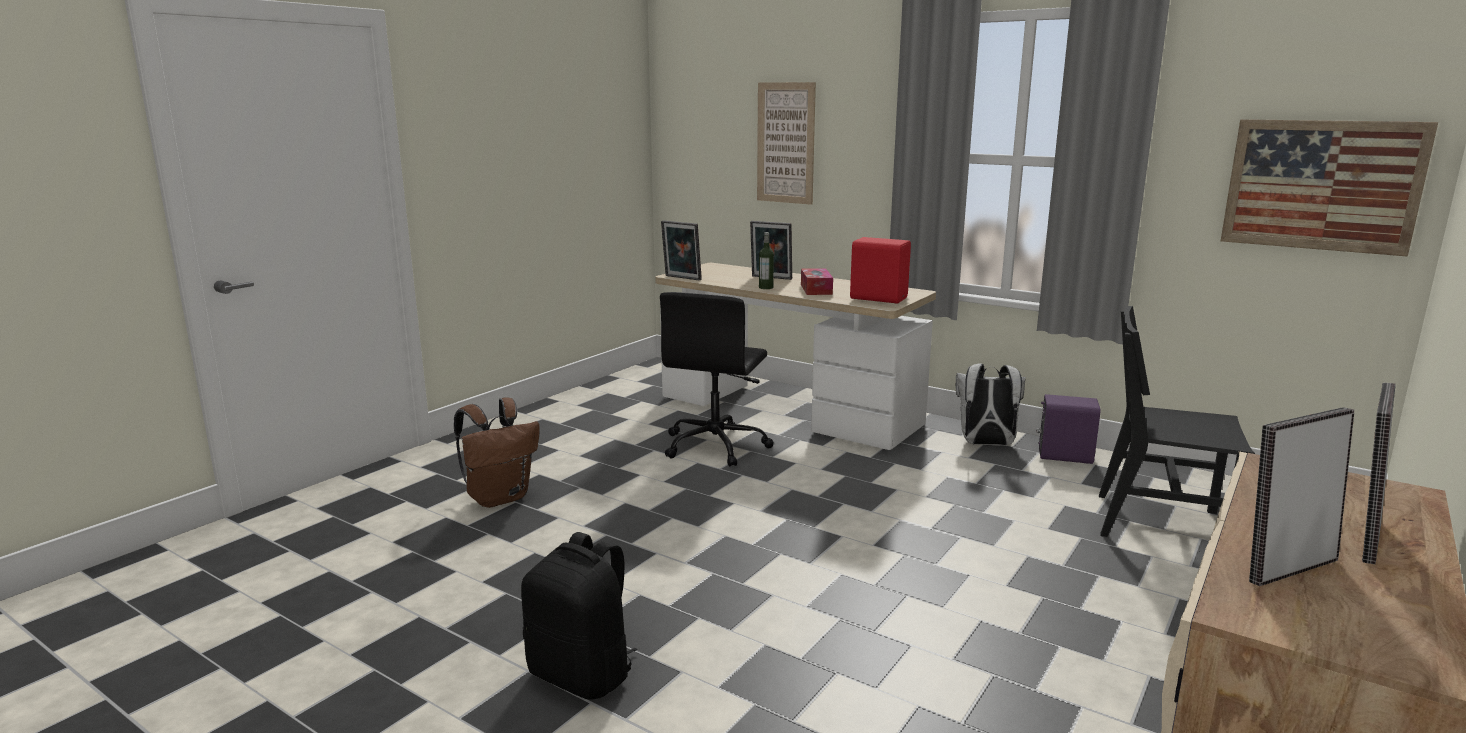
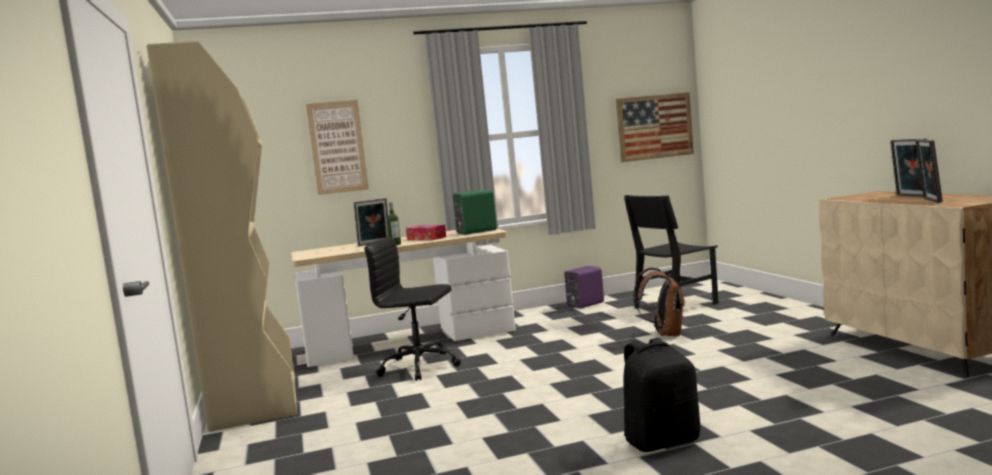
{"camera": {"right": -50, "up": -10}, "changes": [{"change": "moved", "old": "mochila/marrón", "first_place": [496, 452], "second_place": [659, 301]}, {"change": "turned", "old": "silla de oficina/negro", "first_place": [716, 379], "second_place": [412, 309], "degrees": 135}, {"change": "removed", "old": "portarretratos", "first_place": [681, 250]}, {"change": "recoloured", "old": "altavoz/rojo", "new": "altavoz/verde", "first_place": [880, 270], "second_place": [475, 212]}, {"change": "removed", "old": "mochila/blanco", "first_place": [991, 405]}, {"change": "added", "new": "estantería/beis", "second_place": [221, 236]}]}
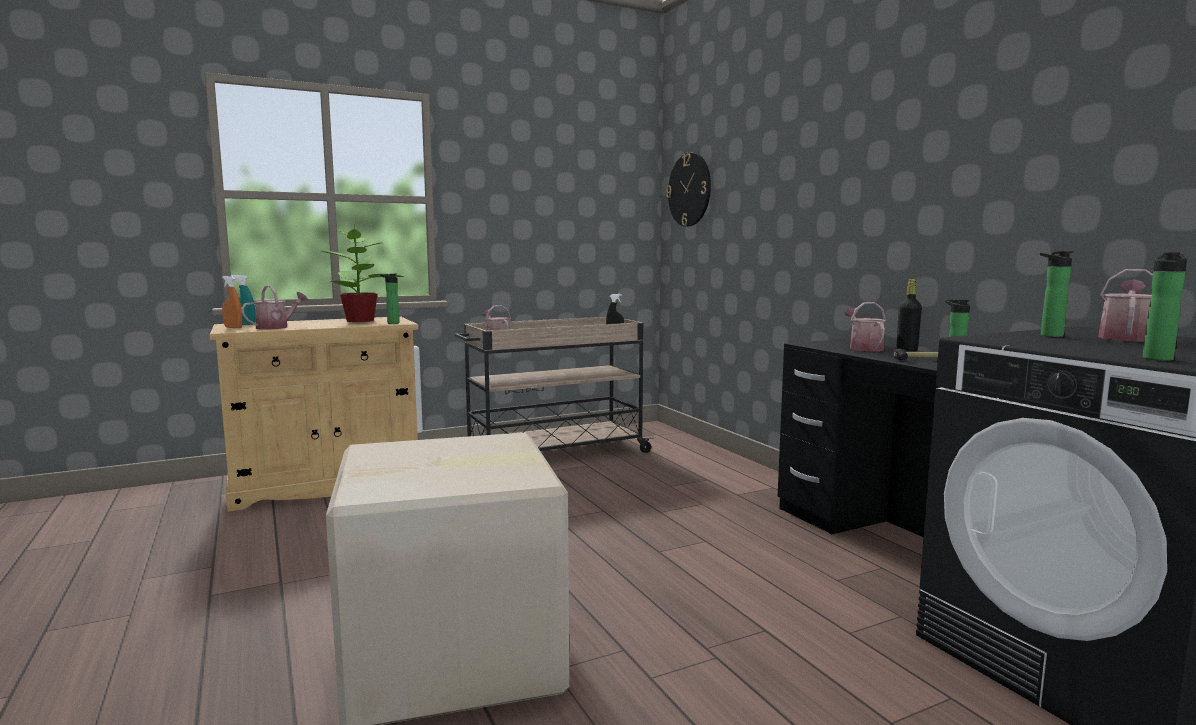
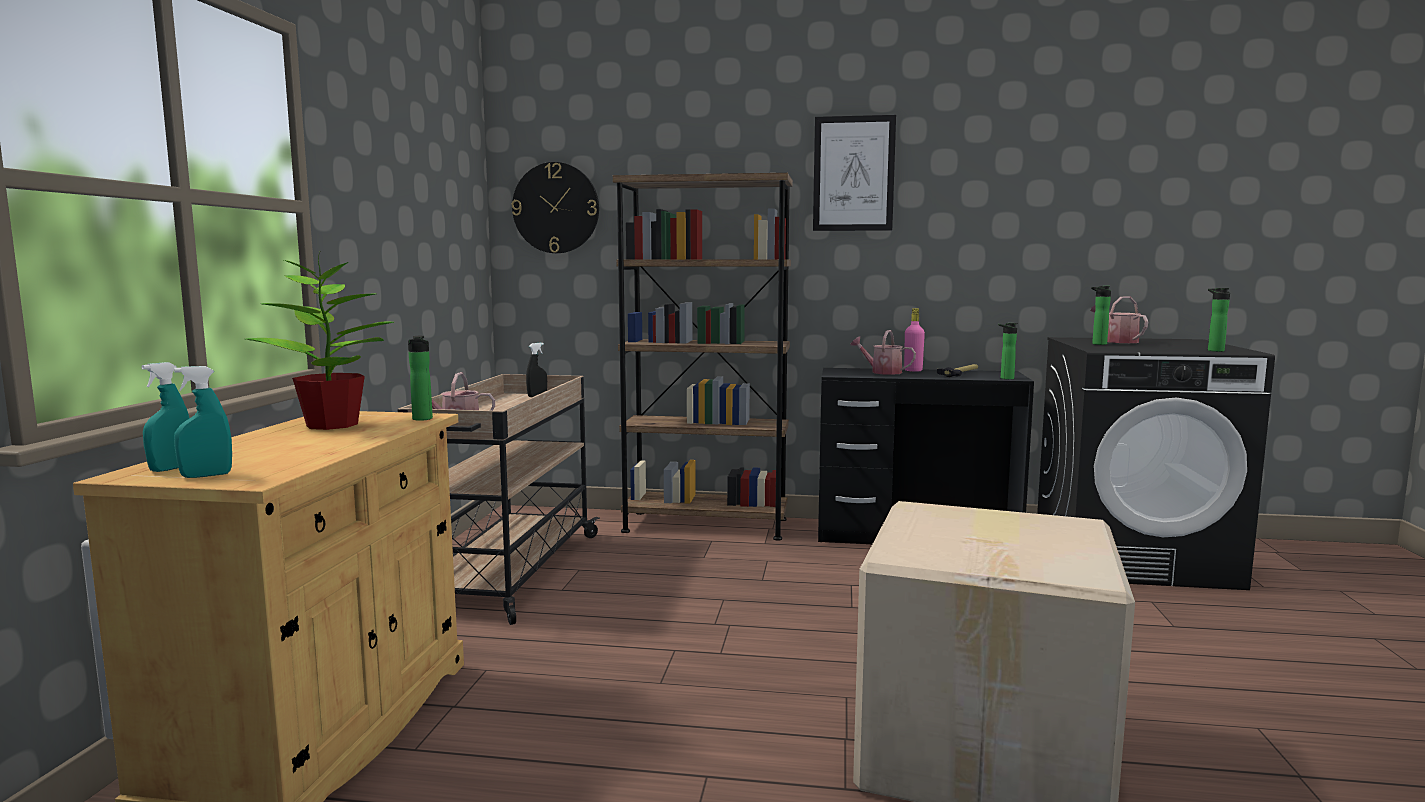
{"camera": {"right": -55, "up": 0}, "changes": [{"change": "recoloured", "old": "pulverizador/naranja", "new": "pulverizador/turquesa", "first_place": [232, 302], "second_place": [203, 422]}, {"change": "removed", "old": "regadera", "first_place": [274, 308]}, {"change": "recoloured", "old": "botella/negro", "new": "botella/rosa", "first_place": [909, 315], "second_place": [914, 340]}, {"change": "added", "new": "estantería/marrón", "second_place": [703, 356]}, {"change": "added", "new": "cuadro", "second_place": [854, 173]}]}
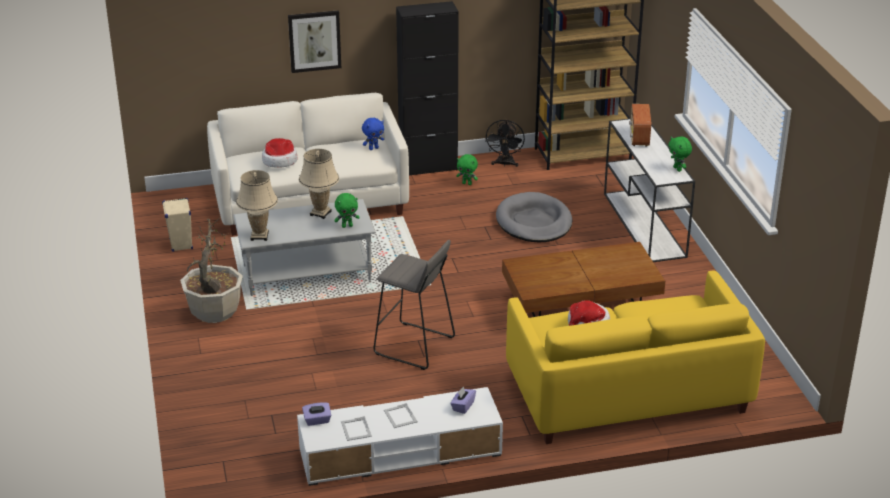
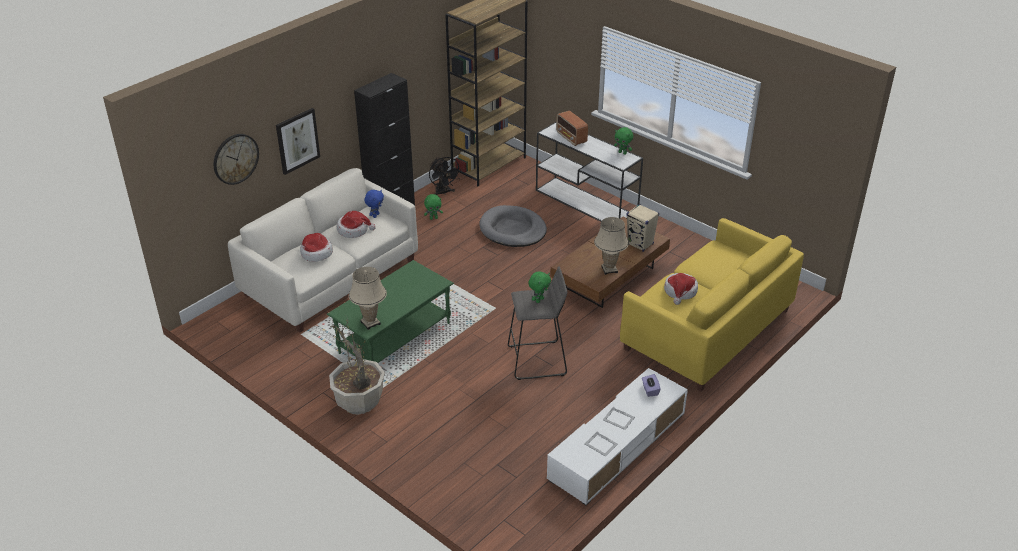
{"camera": {"right": -35, "up": 5}, "changes": [{"change": "moved", "old": "altavoz/beis", "first_place": [177, 225], "second_place": [643, 228]}, {"change": "recoloured", "old": "mesa de centro/gris", "new": "mesa de centro/verde", "first_place": [304, 247], "second_place": [390, 311]}, {"change": "moved", "old": "lámpara de mesa/beis", "first_place": [319, 184], "second_place": [611, 246]}, {"change": "removed", "old": "caja de pañuelos/morado", "first_place": [316, 414]}, {"change": "moved", "old": "peluche/verde", "first_place": [347, 210], "second_place": [539, 287]}, {"change": "added", "new": "reloj de pared", "second_place": [236, 159]}, {"change": "added", "new": "sombrero", "second_place": [356, 224]}]}
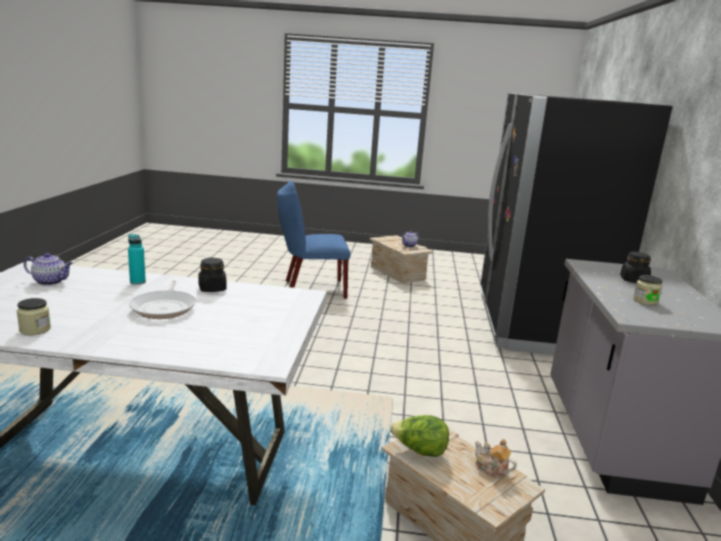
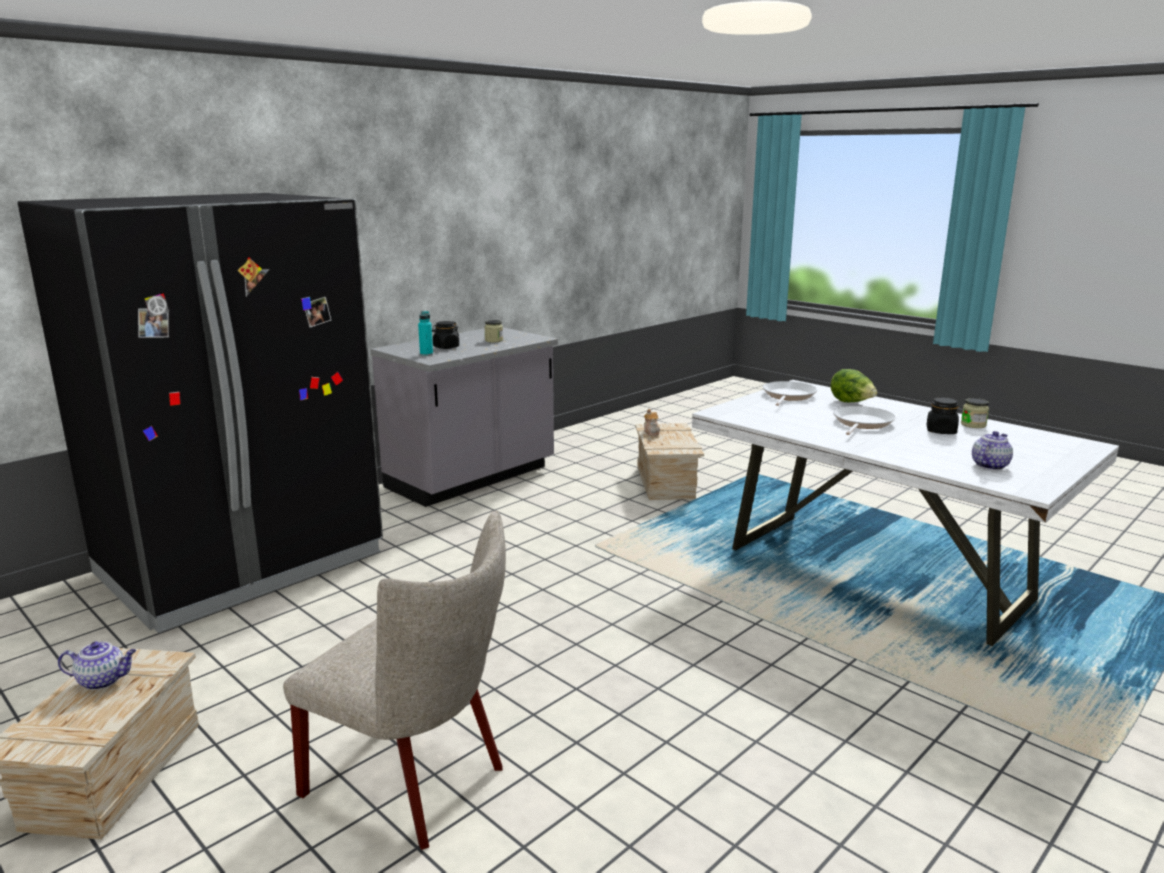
{"camera": {"right": -140, "up": 0}, "changes": [{"change": "turned", "old": "tetera", "first_place": [48, 269], "second_place": [992, 450], "degrees": 90}, {"change": "moved", "old": "botella/turquesa", "first_place": [137, 259], "second_place": [425, 333]}, {"change": "moved", "old": "tarro/negro", "first_place": [212, 275], "second_place": [943, 415]}, {"change": "recoloured", "old": "silla/azul", "new": "silla/beis", "first_place": [313, 240], "second_place": [394, 680]}, {"change": "moved", "old": "lechuga", "first_place": [419, 436], "second_place": [854, 385]}, {"change": "added", "new": "sartén", "second_place": [790, 393]}]}
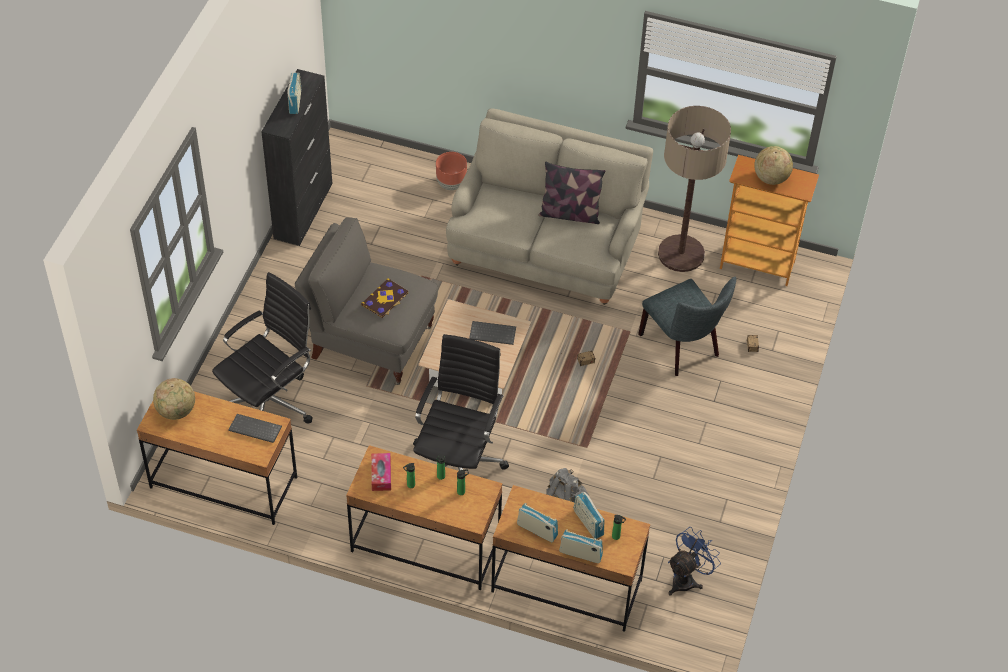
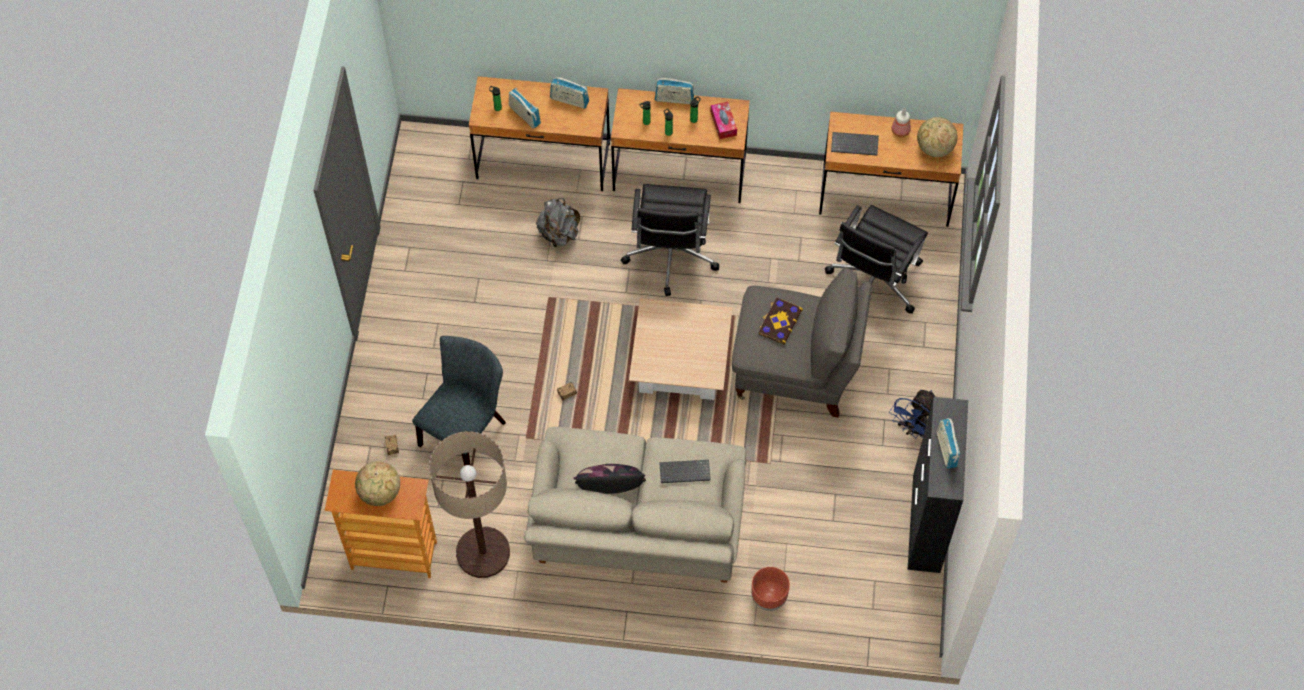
{"camera": {"right": 170, "up": 10}, "changes": [{"change": "moved", "old": "teclado", "first_place": [492, 333], "second_place": [685, 471]}, {"change": "moved", "old": "radio", "first_place": [581, 546], "second_place": [674, 91]}, {"change": "turned", "old": "silla/gris", "first_place": [687, 326], "second_place": [459, 401], "degrees": 75}, {"change": "moved", "old": "ventilador/azul", "first_place": [694, 561], "second_place": [912, 414]}, {"change": "added", "new": "botella", "second_place": [901, 122]}]}
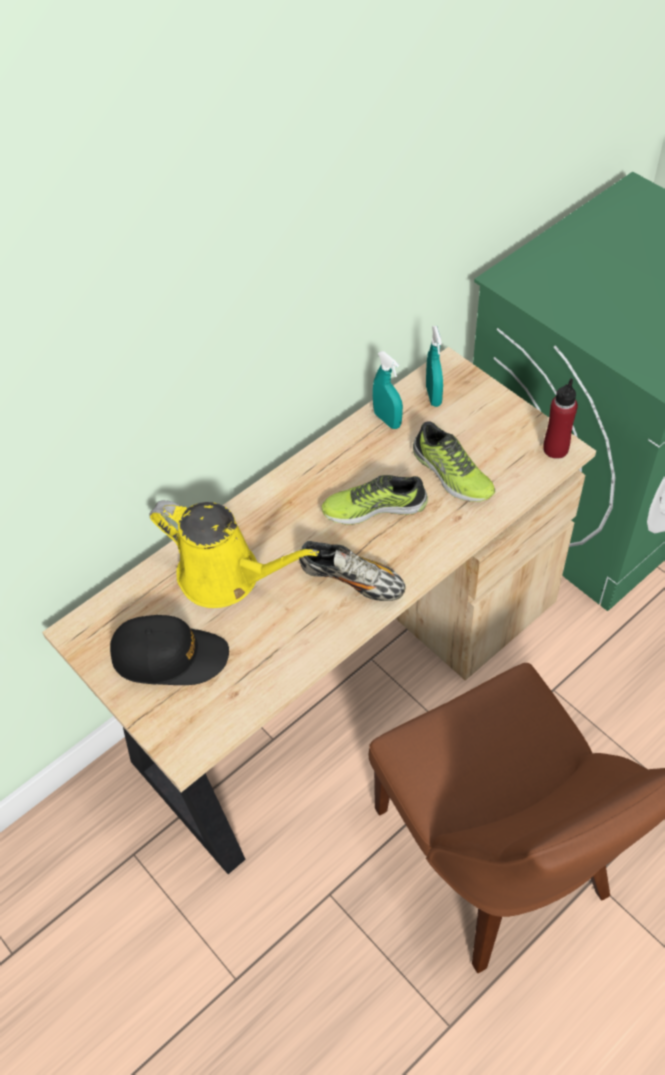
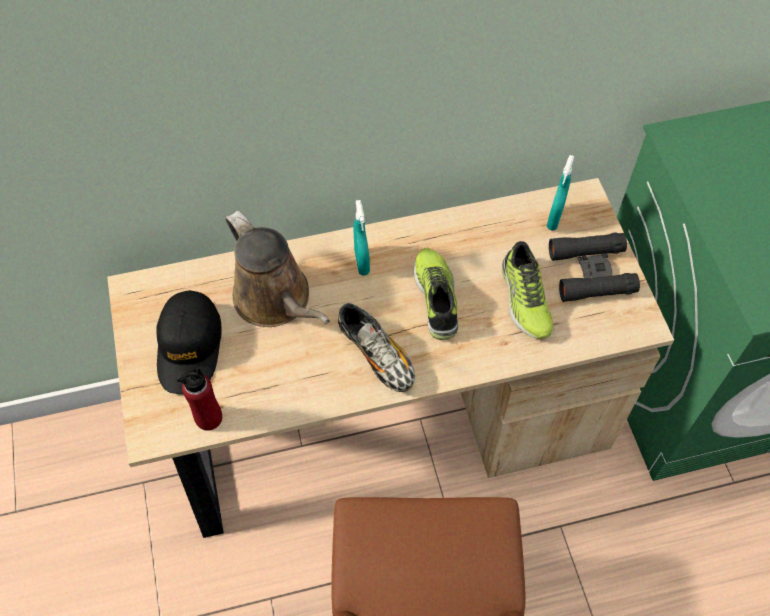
{"camera": {"right": 25, "up": 5}, "changes": [{"change": "turned", "old": "gorra/negro", "first_place": [169, 650], "second_place": [189, 342], "degrees": 60}, {"change": "recoloured", "old": "regadera/amarillo", "new": "regadera/marrón", "first_place": [234, 554], "second_place": [277, 269]}, {"change": "turned", "old": "zapato", "first_place": [375, 500], "second_place": [436, 294], "degrees": 60}, {"change": "moved", "old": "pulverizador/turquesa", "first_place": [388, 390], "second_place": [361, 238]}, {"change": "moved", "old": "botella/rojo", "first_place": [560, 418], "second_place": [199, 399]}, {"change": "added", "new": "prismáticos/negro", "second_place": [594, 267]}]}
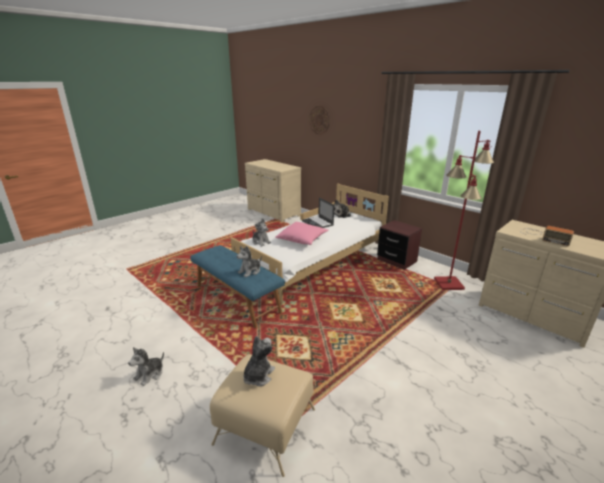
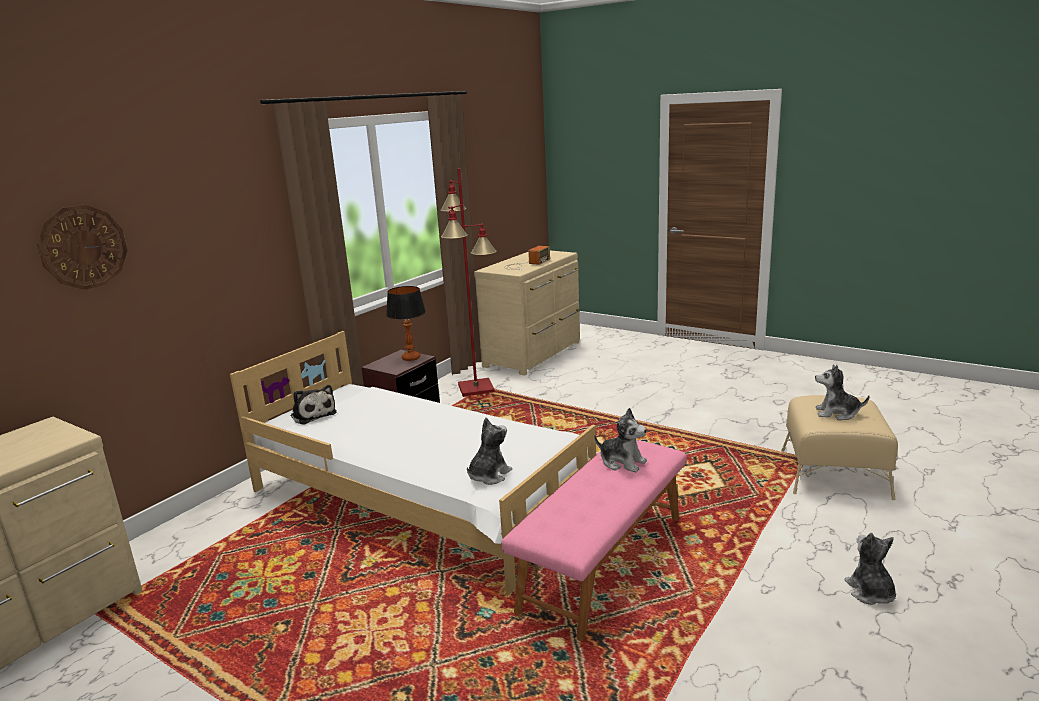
{"camera": {"right": -100, "up": -5}, "changes": [{"change": "turned", "old": "peluche", "first_place": [146, 366], "second_place": [870, 569], "degrees": -120}, {"change": "recoloured", "old": "banco/azul", "new": "banco/rosa", "first_place": [237, 286], "second_place": [594, 540]}, {"change": "removed", "old": "cojín/rosa", "first_place": [302, 233]}, {"change": "removed", "old": "portátil", "first_place": [318, 213]}, {"change": "added", "new": "lámpara de mesa", "second_place": [406, 323]}]}
